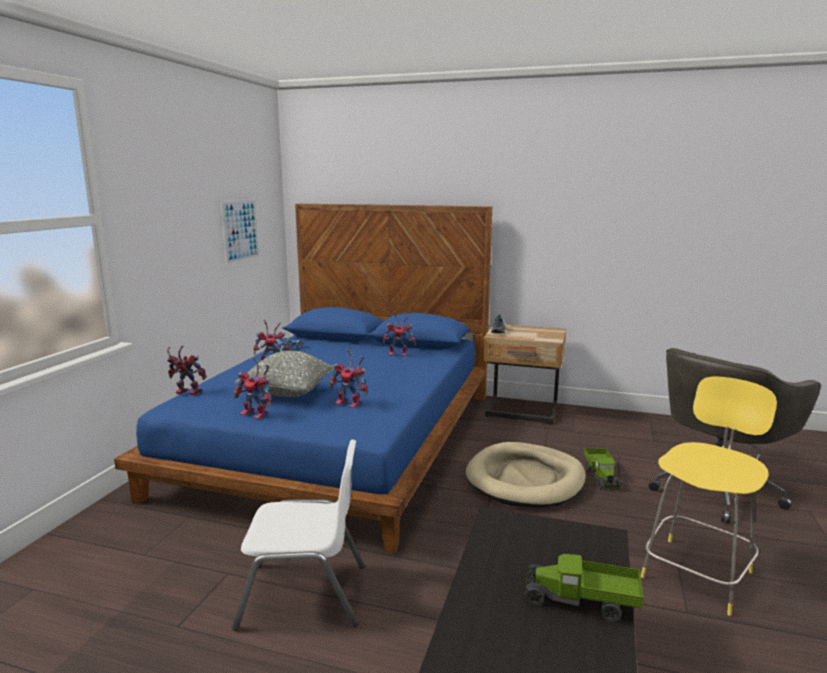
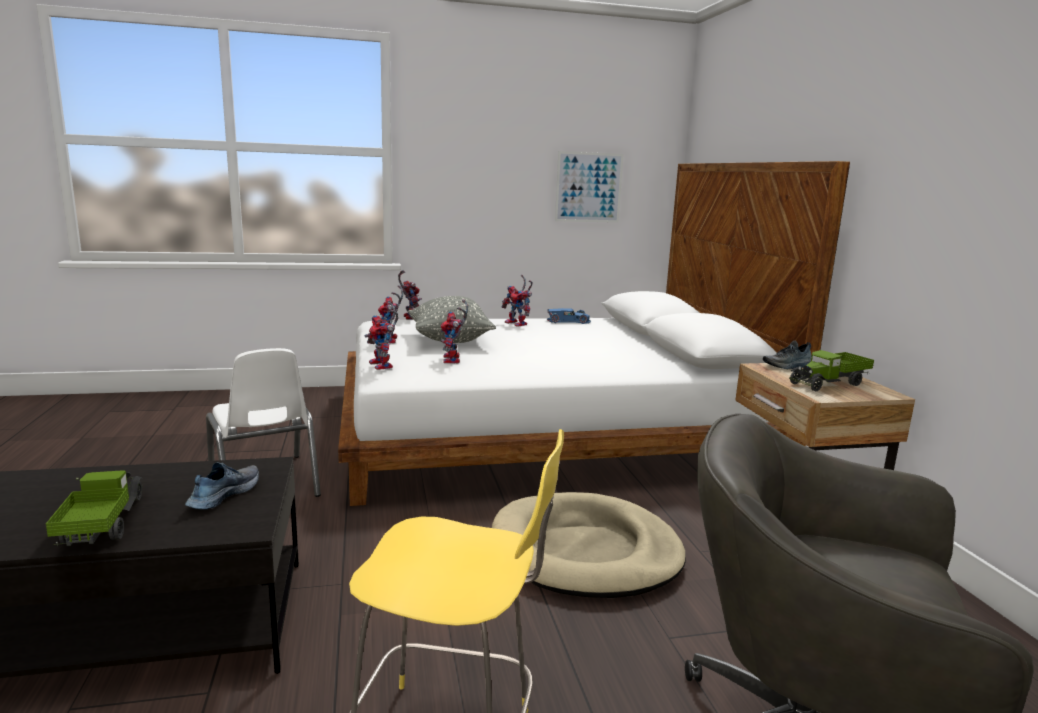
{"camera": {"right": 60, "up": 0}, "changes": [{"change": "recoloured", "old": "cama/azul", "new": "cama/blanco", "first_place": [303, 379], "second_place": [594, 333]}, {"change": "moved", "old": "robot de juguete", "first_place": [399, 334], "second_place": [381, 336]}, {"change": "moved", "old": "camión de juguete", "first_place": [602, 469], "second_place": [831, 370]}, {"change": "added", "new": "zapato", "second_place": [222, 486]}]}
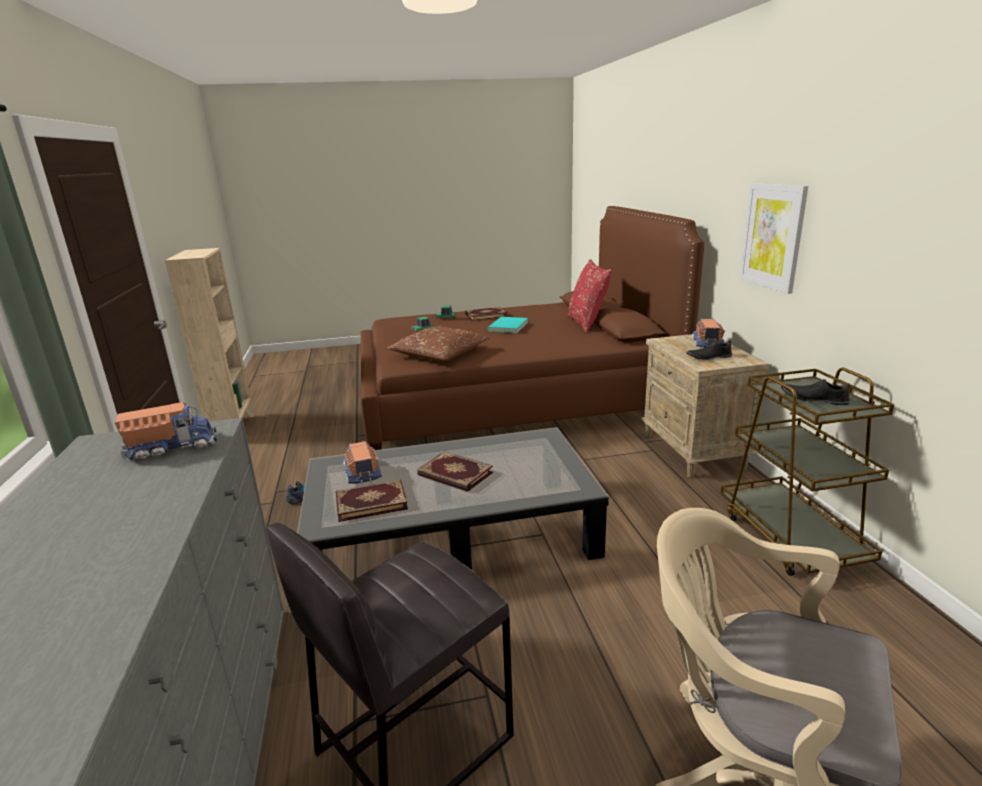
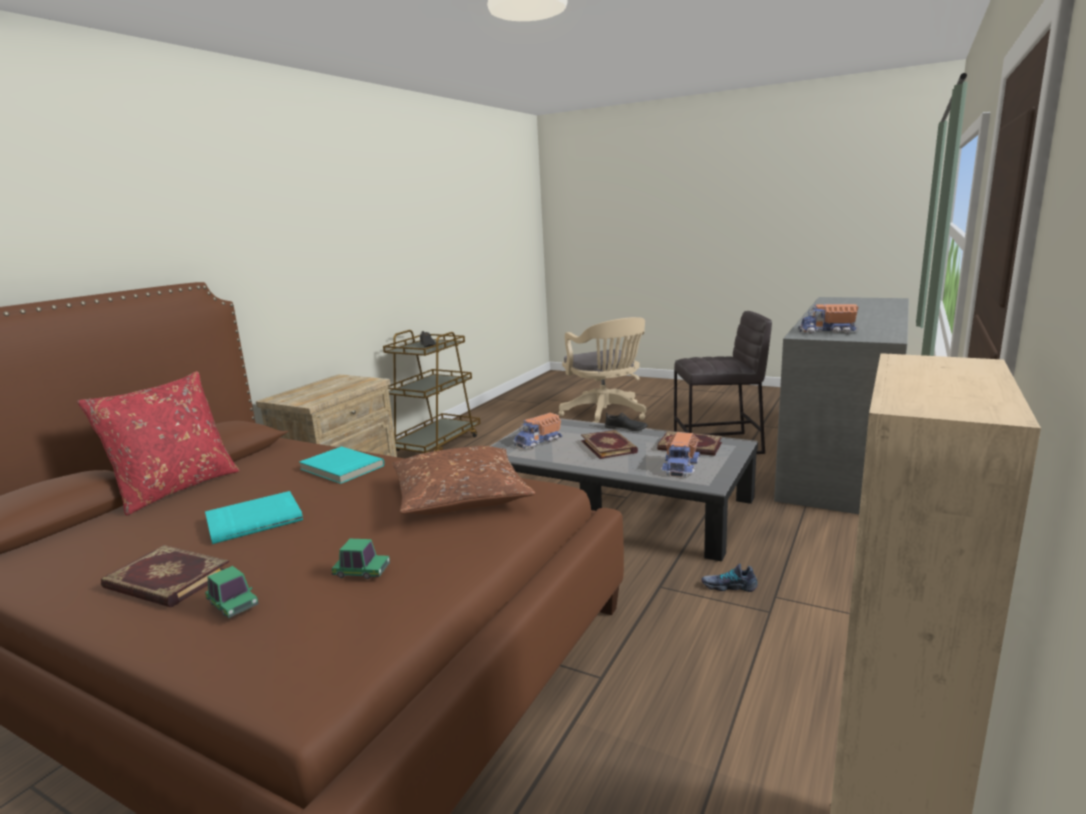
{"camera": {"right": -140, "up": -5}, "changes": [{"change": "moved", "old": "zapato/negro", "first_place": [709, 350], "second_place": [626, 422]}, {"change": "moved", "old": "camión de juguete", "first_place": [708, 332], "second_place": [537, 431]}, {"change": "removed", "old": "cuadro", "first_place": [773, 238]}, {"change": "added", "new": "libro/turquesa", "second_place": [341, 465]}]}
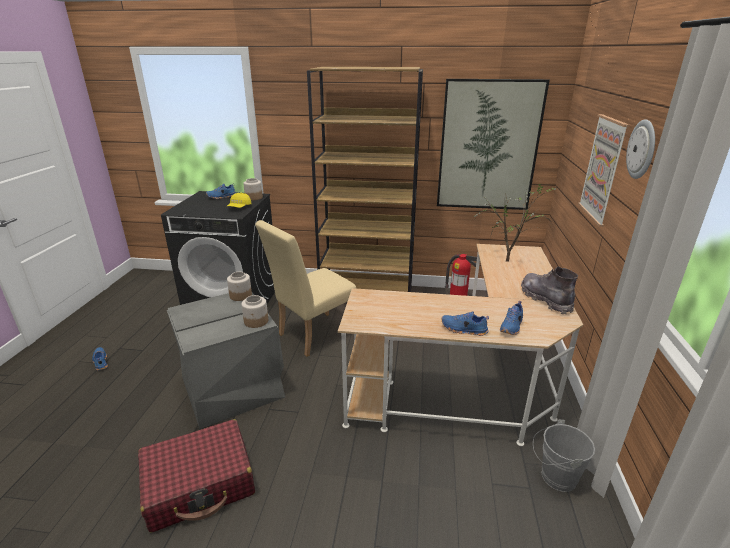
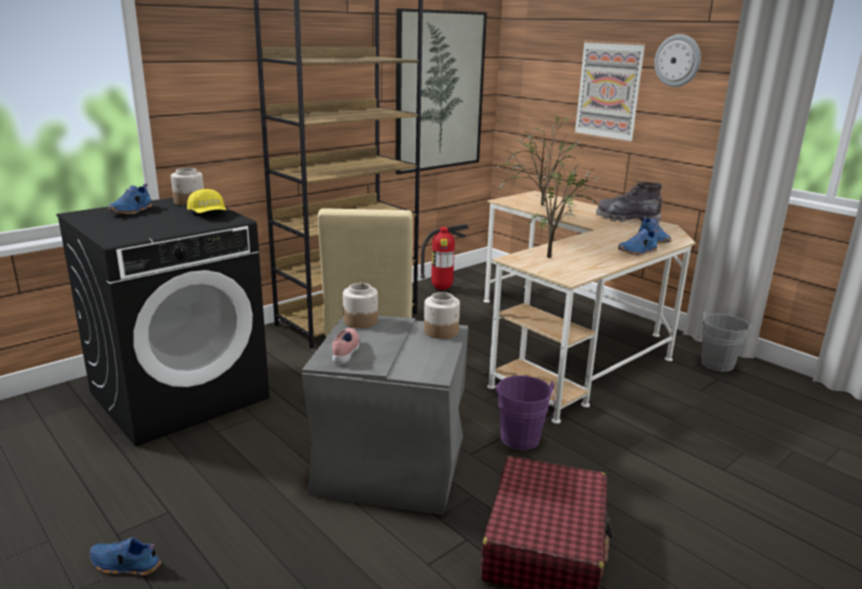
{"camera": {"right": -50, "up": -5}, "changes": [{"change": "added", "new": "zapato/rosa", "second_place": [345, 346]}, {"change": "added", "new": "planta en maceta", "second_place": [547, 199]}, {"change": "added", "new": "cubo/morado", "second_place": [525, 412]}]}
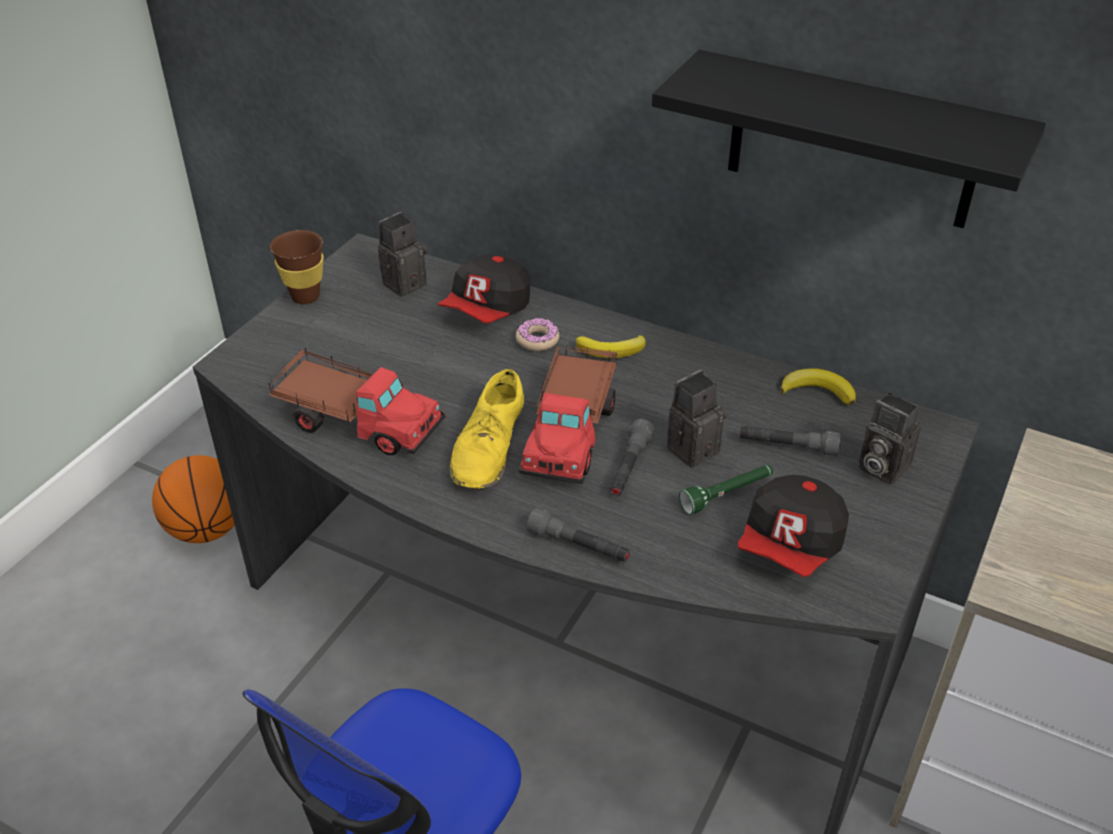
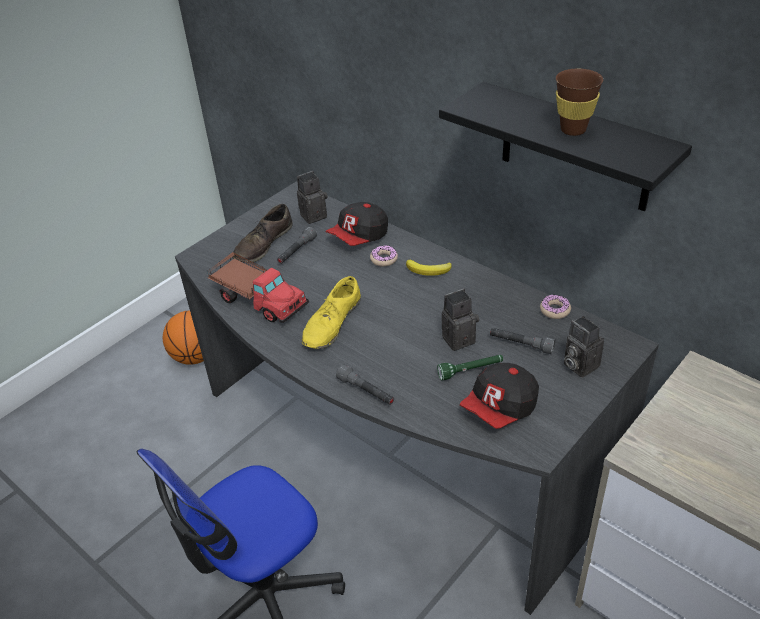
{"camera": {"right": 15, "up": 0}, "changes": [{"change": "moved", "old": "taza/marrón", "first_place": [297, 267], "second_place": [579, 102]}, {"change": "removed", "old": "camión de juguete", "first_place": [568, 414]}, {"change": "moved", "old": "linterna/gris", "first_place": [632, 457], "second_place": [297, 245]}, {"change": "replaced", "old": "plátano", "new": "rosquilla", "first_place": [818, 386], "second_place": [555, 306]}, {"change": "added", "new": "zapato/marrón", "second_place": [262, 233]}]}
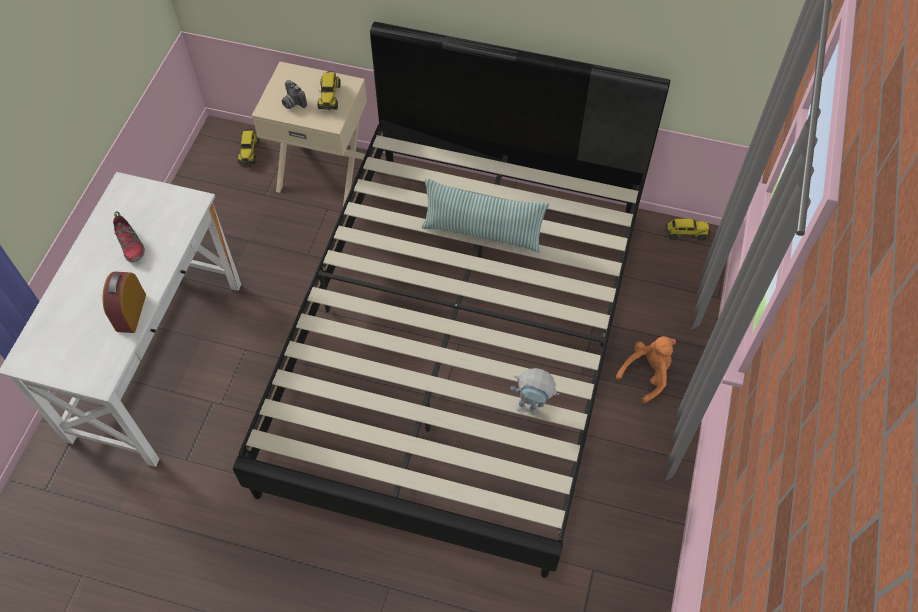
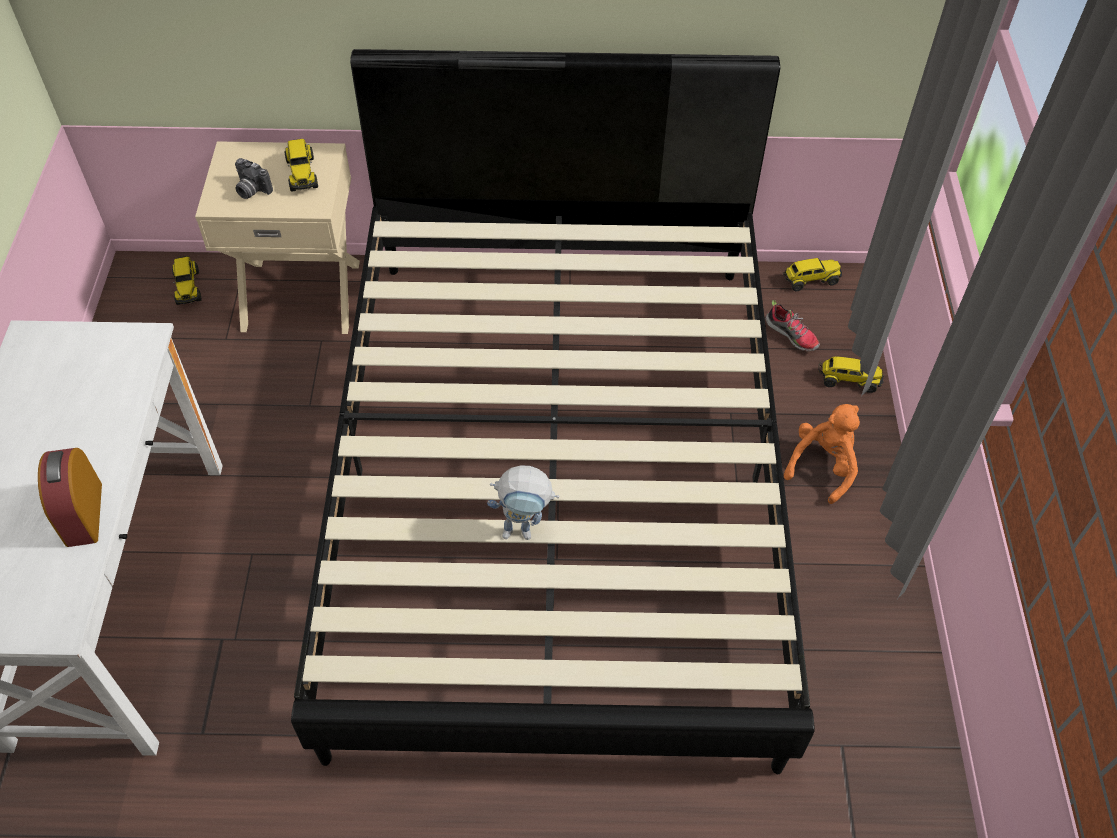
{"camera": {"right": -15, "up": -5}, "changes": [{"change": "moved", "old": "zapato", "first_place": [129, 237], "second_place": [792, 325]}, {"change": "removed", "old": "cojín", "first_place": [485, 216]}, {"change": "moved", "old": "robot de juguete", "first_place": [534, 391], "second_place": [523, 502]}, {"change": "added", "new": "camión de juguete", "second_place": [851, 374]}]}
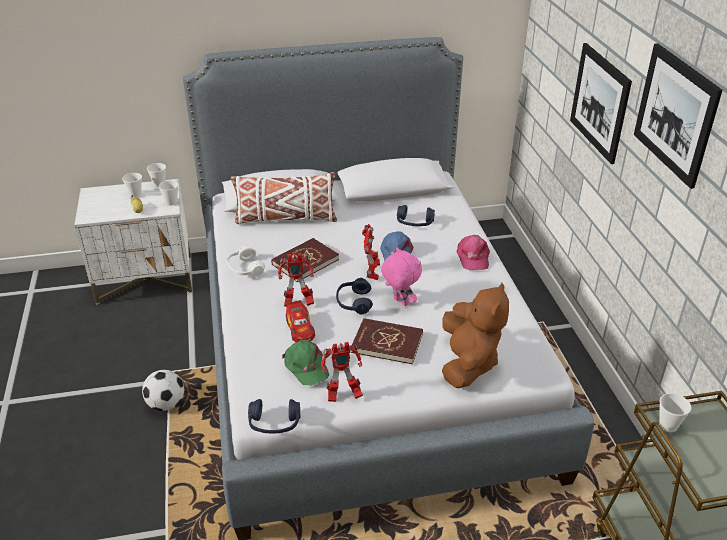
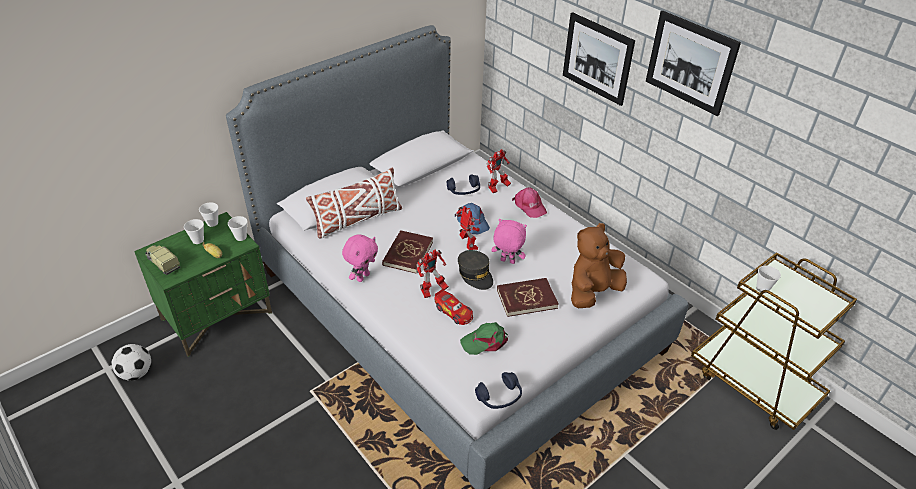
{"camera": {"right": -30, "up": 5}, "changes": [{"change": "recoloured", "old": "mesita de noche/blanco", "new": "mesita de noche/verde", "first_place": [133, 241], "second_place": [203, 284]}, {"change": "moved", "old": "balón de fútbol", "first_place": [163, 390], "second_place": [131, 362]}, {"change": "replaced", "old": "auriculares/blanco", "new": "peluche/rosa", "first_place": [246, 261], "second_place": [360, 258]}, {"change": "turned", "old": "gorra/verde", "first_place": [305, 363], "second_place": [484, 338], "degrees": 135}, {"change": "moved", "old": "robot de juguete", "first_place": [342, 372], "second_place": [499, 171]}, {"change": "replaced", "old": "auriculares/azul", "new": "gorra/gris", "first_place": [354, 296], "second_place": [475, 270]}, {"change": "turned", "old": "peluche/marrón", "first_place": [475, 335], "second_place": [599, 265], "degrees": -105}, {"change": "added", "new": "camión de juguete", "second_place": [163, 260]}]}
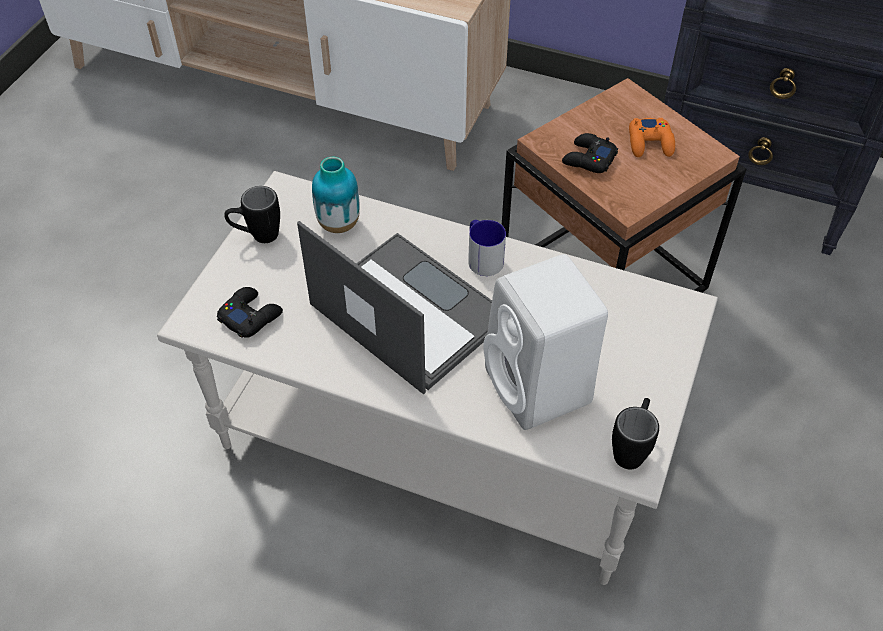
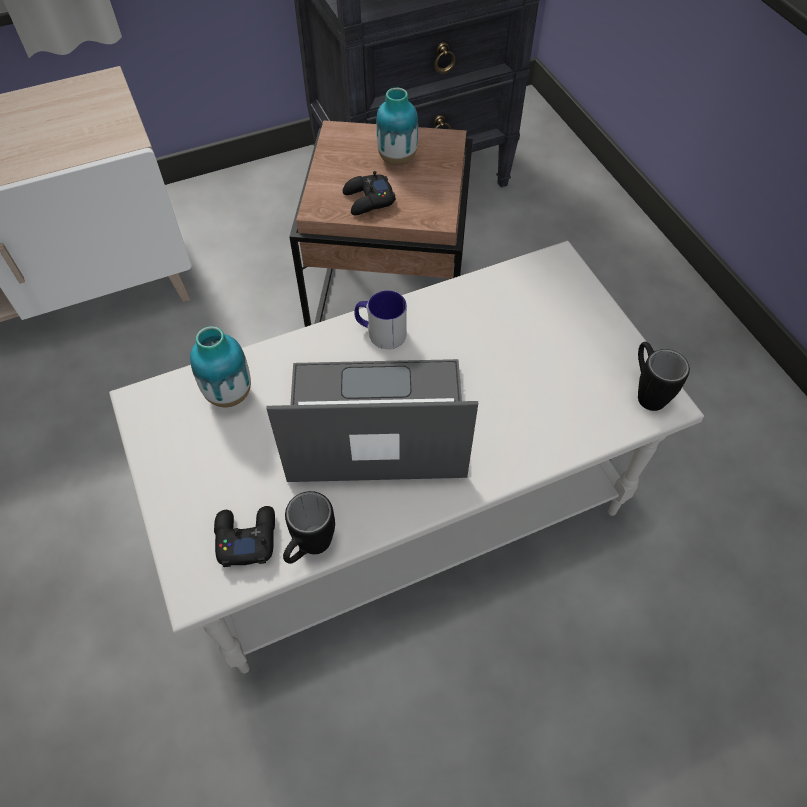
{"camera": {"right": -45, "up": 5}, "changes": [{"change": "moved", "old": "taza grande/negro", "first_place": [252, 214], "second_place": [309, 527]}, {"change": "removed", "old": "altavoz/blanco", "first_place": [545, 342]}, {"change": "replaced", "old": "mando de consola/naranja", "new": "florero", "first_place": [652, 137], "second_place": [397, 126]}]}
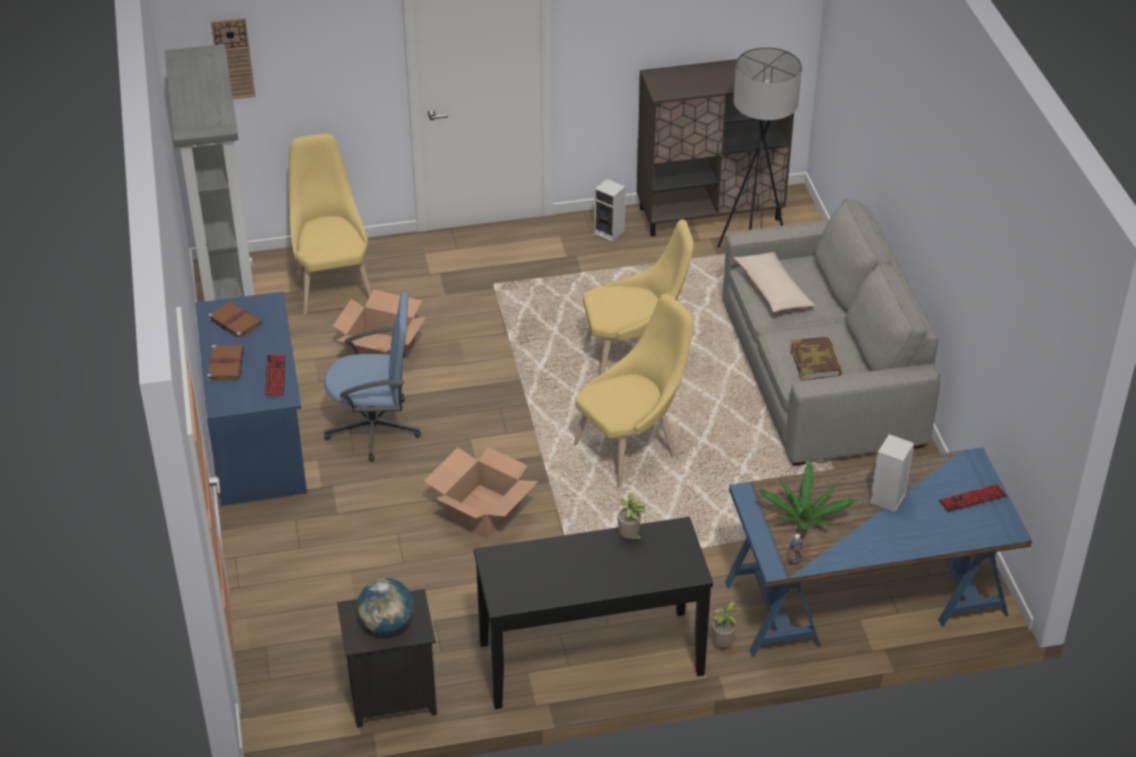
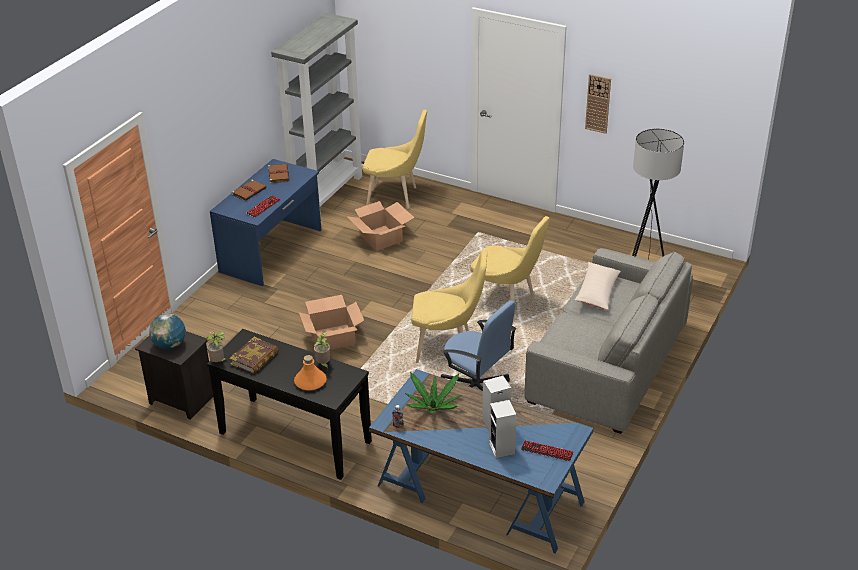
{"camera": {"right": 40, "up": -5}, "changes": [{"change": "moved", "old": "reloj de pared", "first_place": [233, 58], "second_place": [598, 104]}, {"change": "turned", "old": "silla/amarillo", "first_place": [330, 224], "second_place": [395, 159], "degrees": 75}, {"change": "moved", "old": "silla de oficina/azul", "first_place": [372, 377], "second_place": [479, 346]}, {"change": "moved", "old": "altavoz", "first_place": [610, 210], "second_place": [503, 429]}, {"change": "removed", "old": "armario/marrón", "first_place": [715, 147]}, {"change": "moved", "old": "planta en maceta", "first_place": [725, 624], "second_place": [216, 346]}, {"change": "moved", "old": "libro", "first_place": [816, 359], "second_place": [254, 355]}, {"change": "added", "new": "botella/naranja", "second_place": [310, 373]}]}
